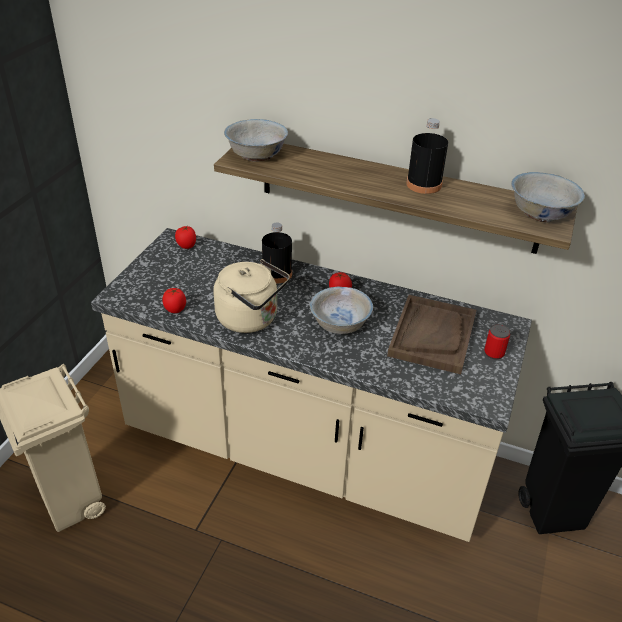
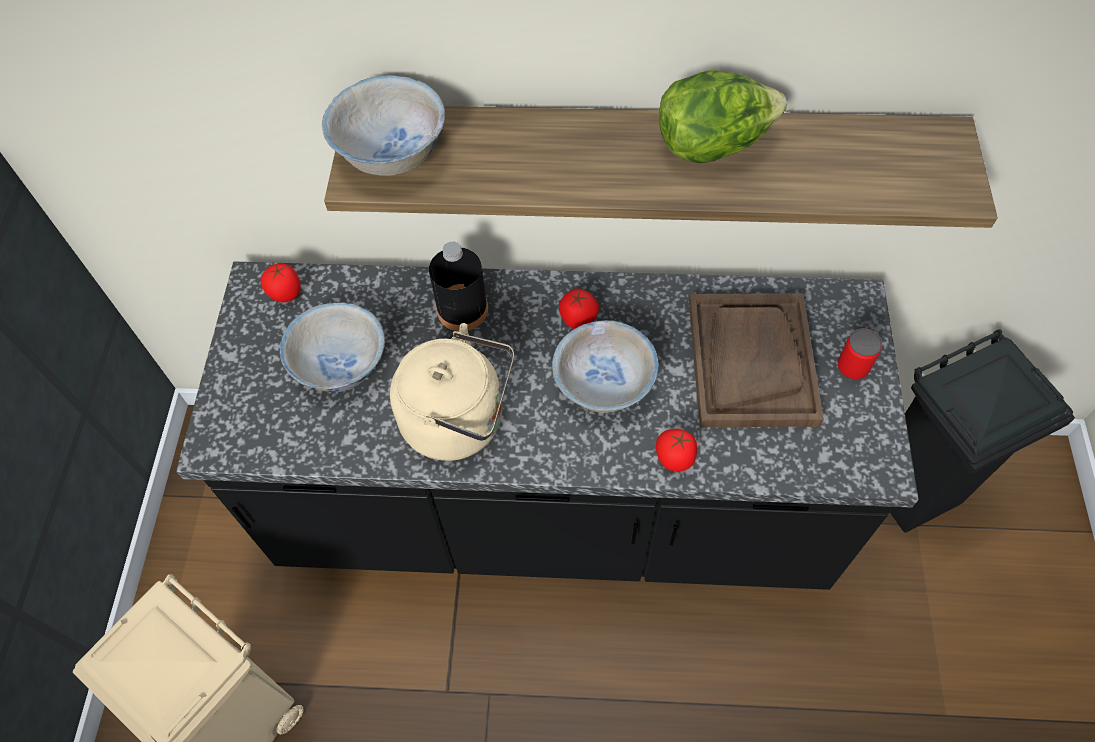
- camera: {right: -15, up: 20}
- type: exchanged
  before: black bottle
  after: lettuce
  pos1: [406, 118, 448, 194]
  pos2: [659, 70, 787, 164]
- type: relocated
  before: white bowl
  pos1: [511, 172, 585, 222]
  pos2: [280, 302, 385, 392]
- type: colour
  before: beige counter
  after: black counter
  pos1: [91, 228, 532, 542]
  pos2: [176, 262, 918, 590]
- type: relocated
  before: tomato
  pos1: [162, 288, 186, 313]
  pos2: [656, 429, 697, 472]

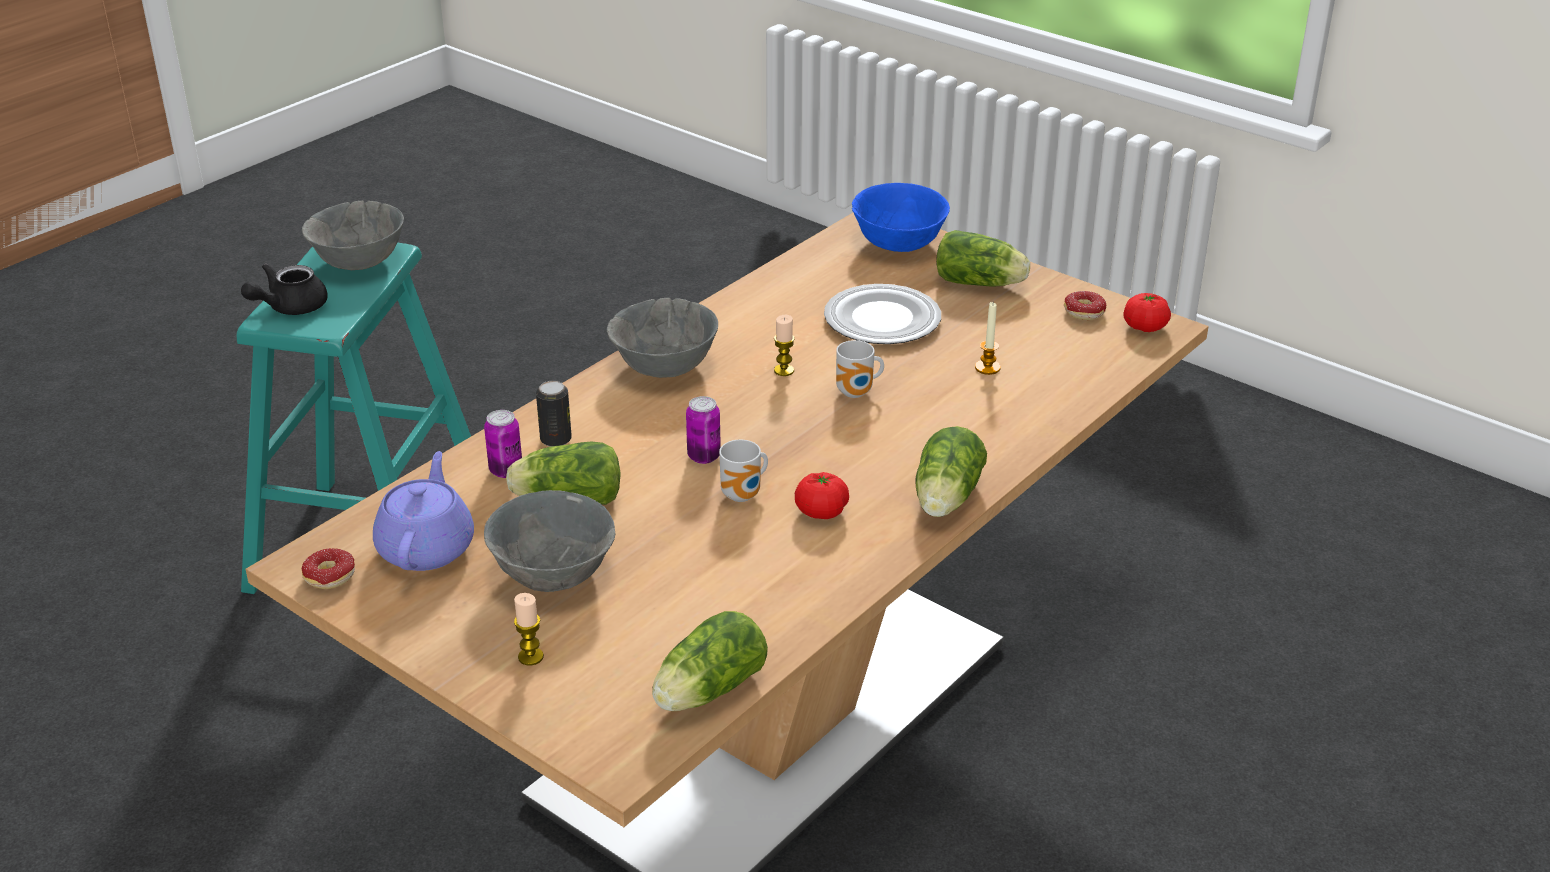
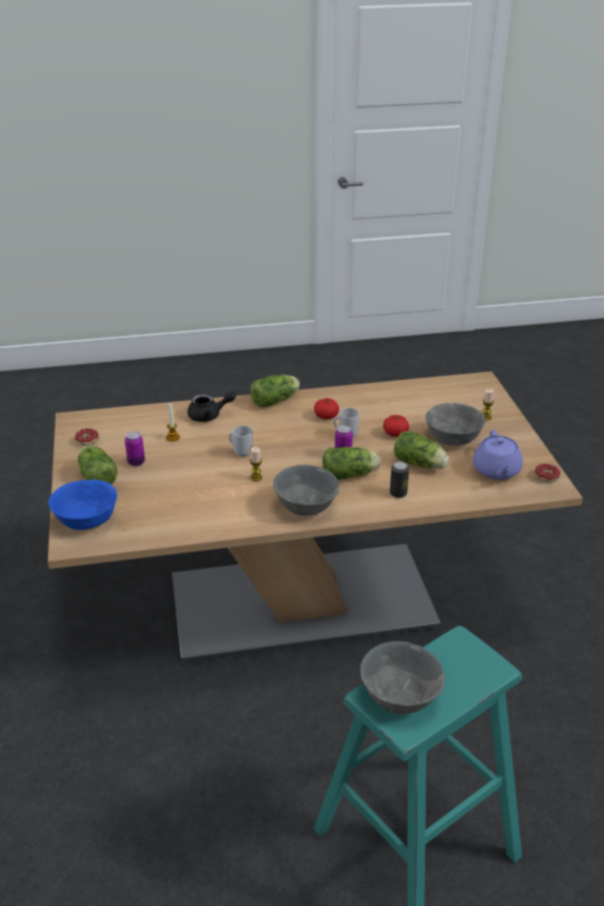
- camera: {right: -140, up: 0}
- type: relocated
  before: black teapot
  pos1: [241, 263, 328, 315]
  pos2: [187, 391, 236, 422]
- type: missing
  before: plate
  pos1: [824, 284, 941, 344]
- type: relocated
  before: tomato
  pos1: [1123, 293, 1171, 332]
  pos2: [383, 415, 409, 437]
- type: relocated
  before: can
  pos1: [484, 410, 522, 478]
  pos2: [125, 431, 145, 466]
- type: spun
  before: purple teapot
  pos1: [373, 451, 474, 571]
  pos2: [473, 430, 523, 480]
  turn: -45
- type: relocated
  before: lettuce
  pos1: [652, 611, 768, 711]
  pos2: [322, 447, 381, 480]

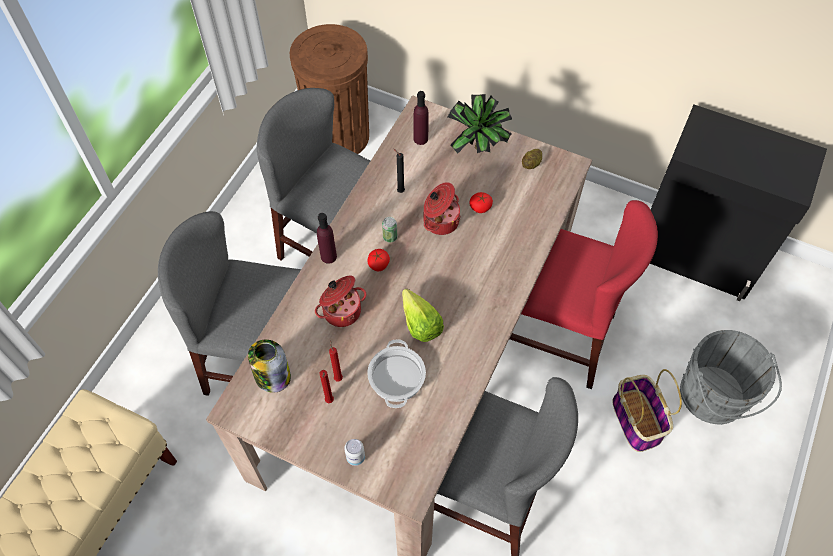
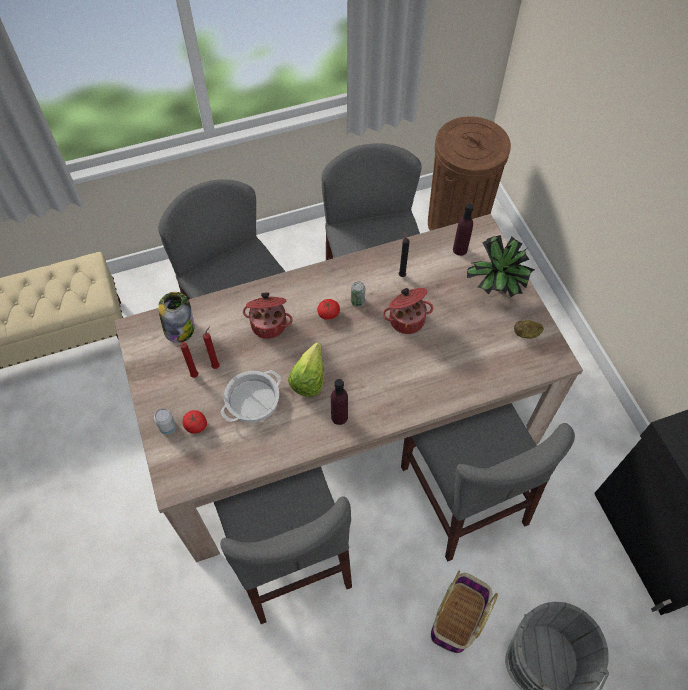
- camera: {right: 45, up: 0}
- type: relocated
  before: tomato
  pos1: [470, 192, 493, 213]
  pos2: [183, 410, 207, 434]
- type: colour
  before: red chair
  after: grey chair
  pos1: [509, 200, 658, 389]
  pos2: [401, 403, 575, 561]
- type: relocated
  before: purple bottle
  pos1: [317, 213, 337, 264]
  pos2: [331, 379, 348, 425]

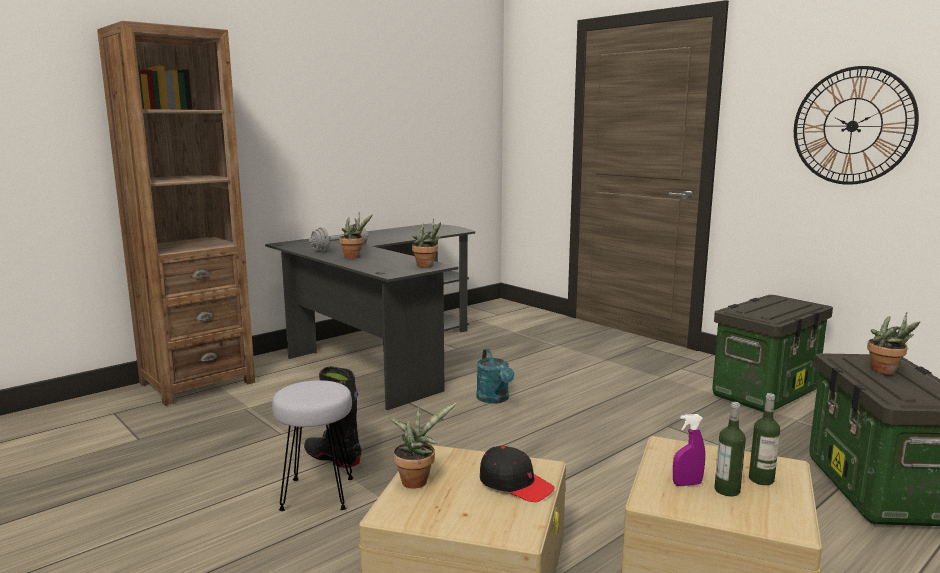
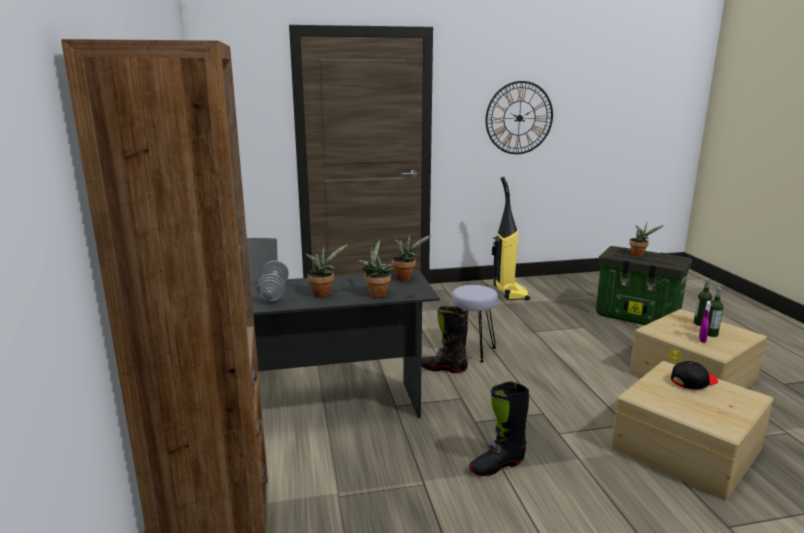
- camera: {right: -60, up: 5}
- type: exchanged
  before: storage box
  after: vacuum cleaner
  pos1: [712, 295, 833, 412]
  pos2: [492, 177, 530, 301]
- type: exchanged
  before: turquoise watering can
  after: black boot
  pos1: [476, 349, 514, 404]
  pos2: [421, 306, 468, 373]
- type: relocated
  before: grey stool
  pos1: [272, 380, 354, 511]
  pos2: [452, 285, 498, 363]
- type: relocated
  before: potted plant
  pos1: [389, 403, 457, 489]
  pos2: [358, 240, 393, 298]

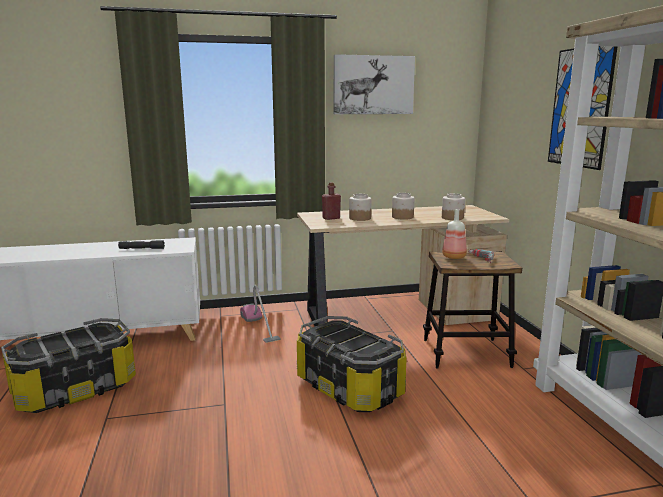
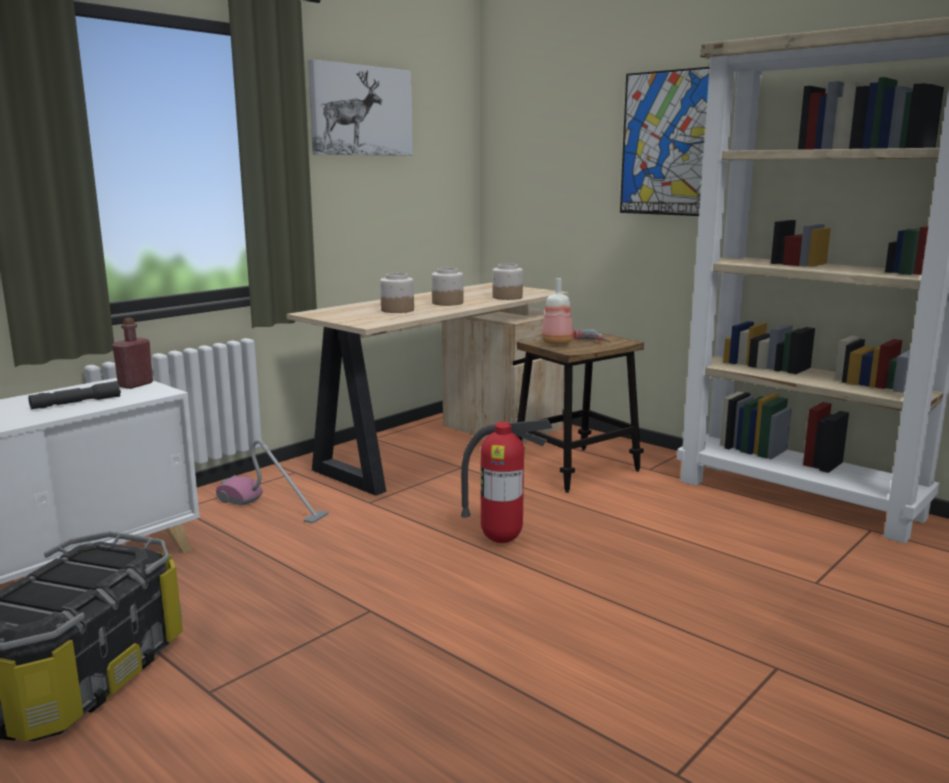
- camera: {right: -35, up: 0}
- type: relocated
  before: red bottle
  pos1: [322, 182, 341, 220]
  pos2: [112, 318, 153, 389]
- type: exchanged
  before: storage box
  after: fire extinguisher
  pos1: [297, 316, 407, 412]
  pos2: [461, 419, 552, 543]

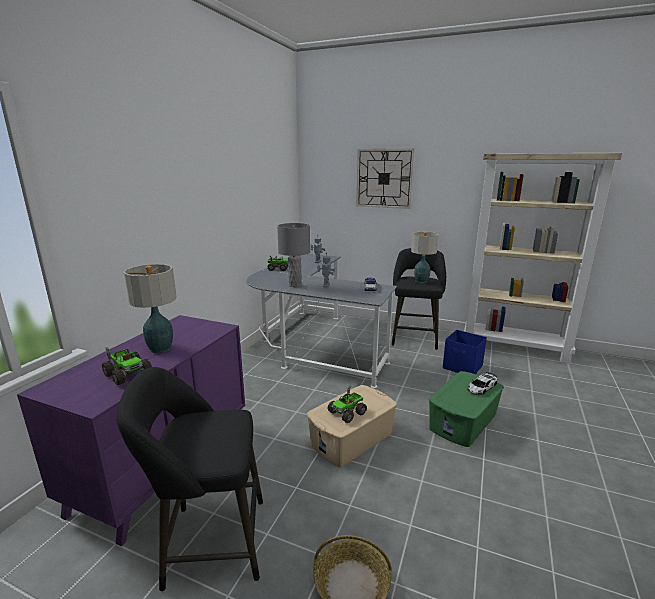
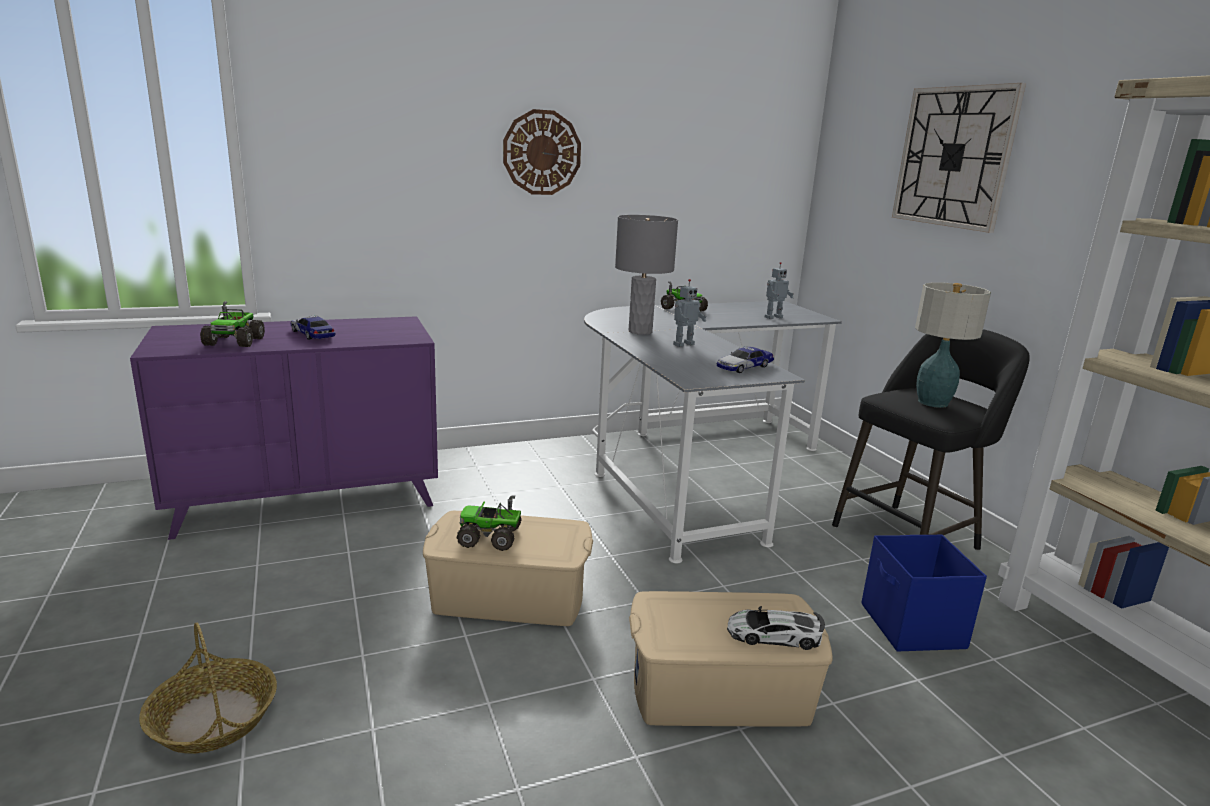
- camera: {right: 45, up: 0}
- type: exchanged
  before: table lamp
  after: toy car
  pos1: [124, 264, 177, 353]
  pos2: [290, 316, 336, 340]
- type: missing
  before: black stool
  pos1: [117, 367, 263, 591]
- type: colour
  before: green storage box
  after: beige storage box
  pos1: [429, 371, 504, 447]
  pos2: [629, 591, 833, 727]
- type: appeared
  after: wall clock
  pos2: [503, 109, 581, 195]

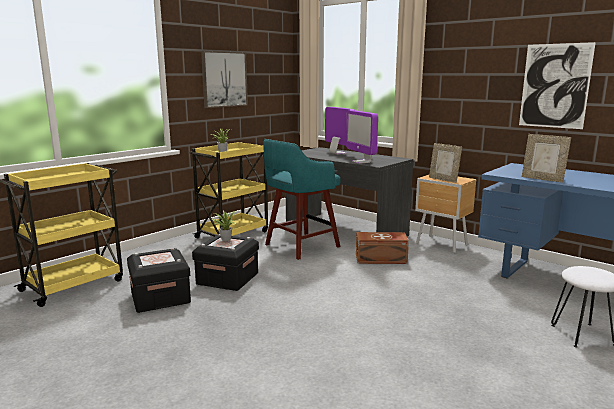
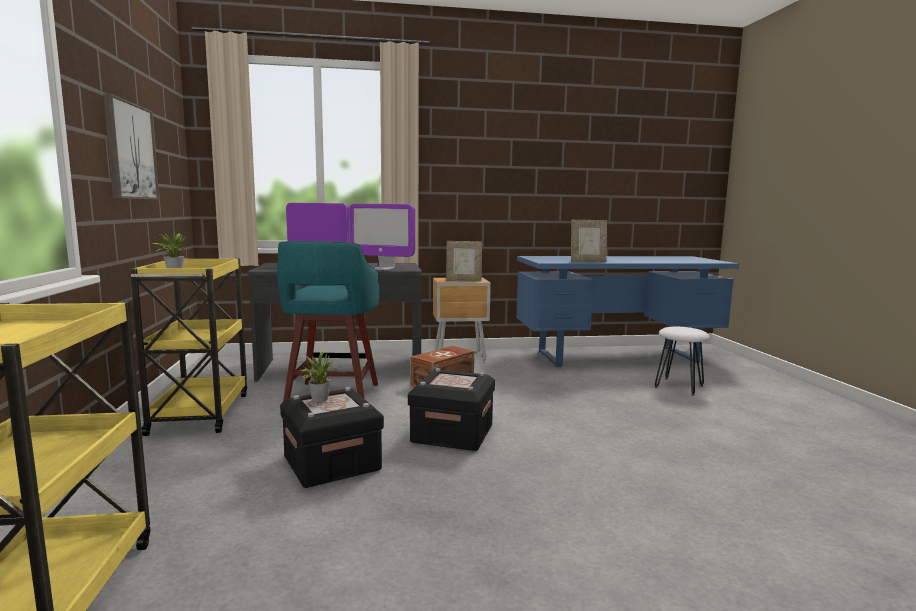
- camera: {right: -50, up: -5}
- type: missing
  before: picture
  pos1: [519, 42, 596, 129]
- type: relocated
  before: black storage box
  pos1: [127, 248, 191, 313]
  pos2: [408, 368, 495, 451]

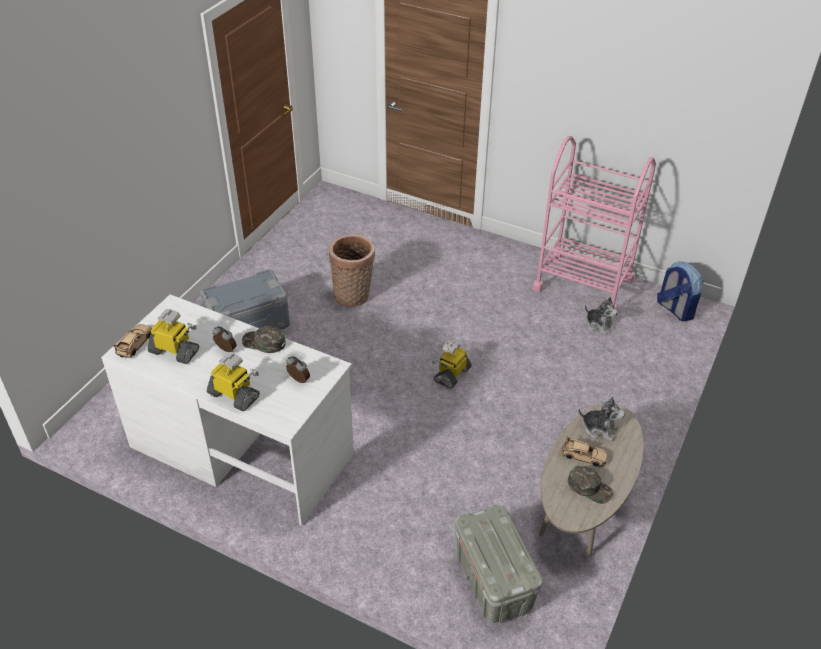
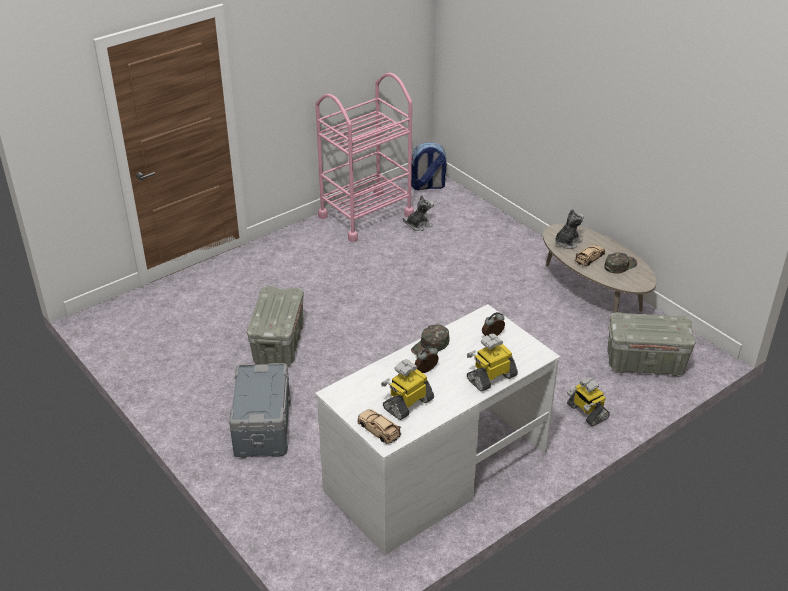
- camera: {right: -65, up: -5}
- type: exchanged
  before: basket
  after: grey storage box
  pos1: [329, 234, 375, 308]
  pos2: [247, 286, 304, 366]
- type: relocated
  before: toy robot
  pos1: [432, 340, 472, 389]
  pos2: [567, 377, 610, 426]

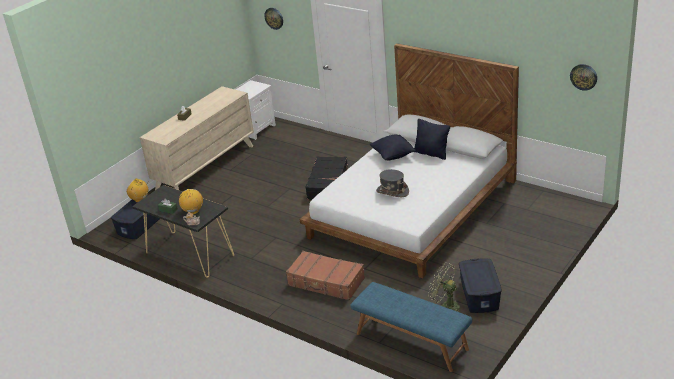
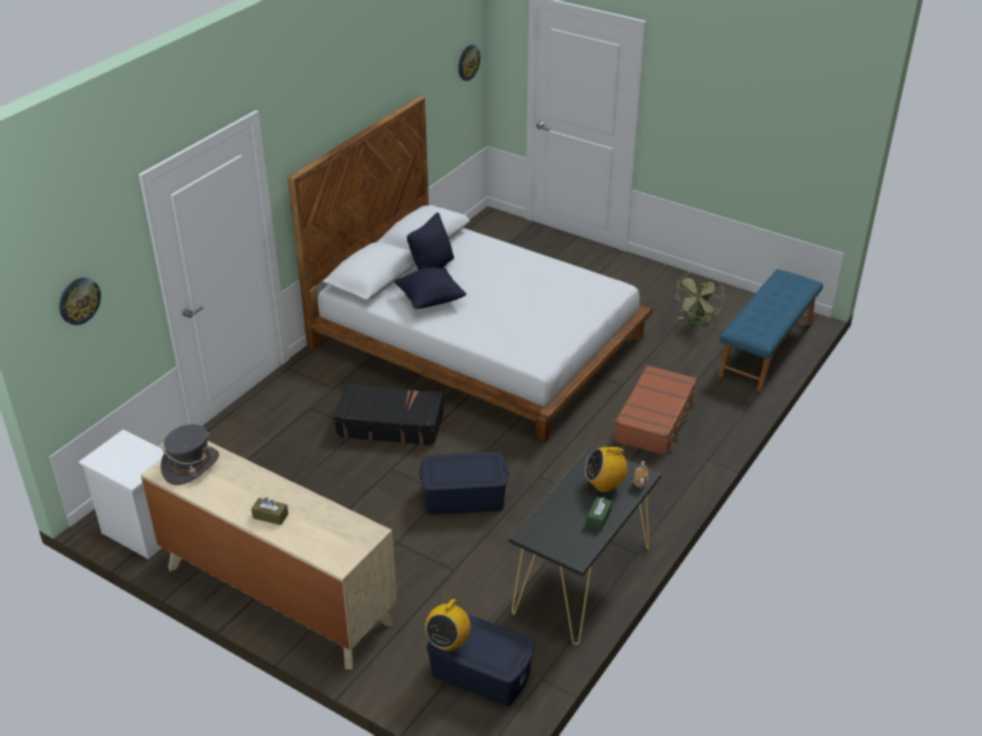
- camera: {right: -95, up: 5}
- type: relocated
  before: grey hat
  pos1: [376, 169, 409, 197]
  pos2: [161, 424, 219, 485]
- type: relocated
  before: blue storage box
  pos1: [459, 258, 502, 313]
  pos2: [419, 452, 509, 515]

